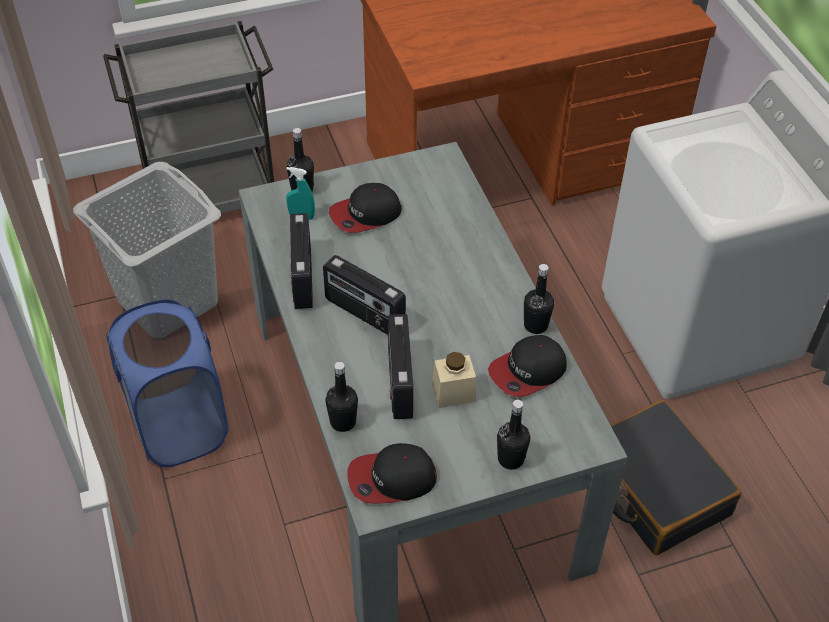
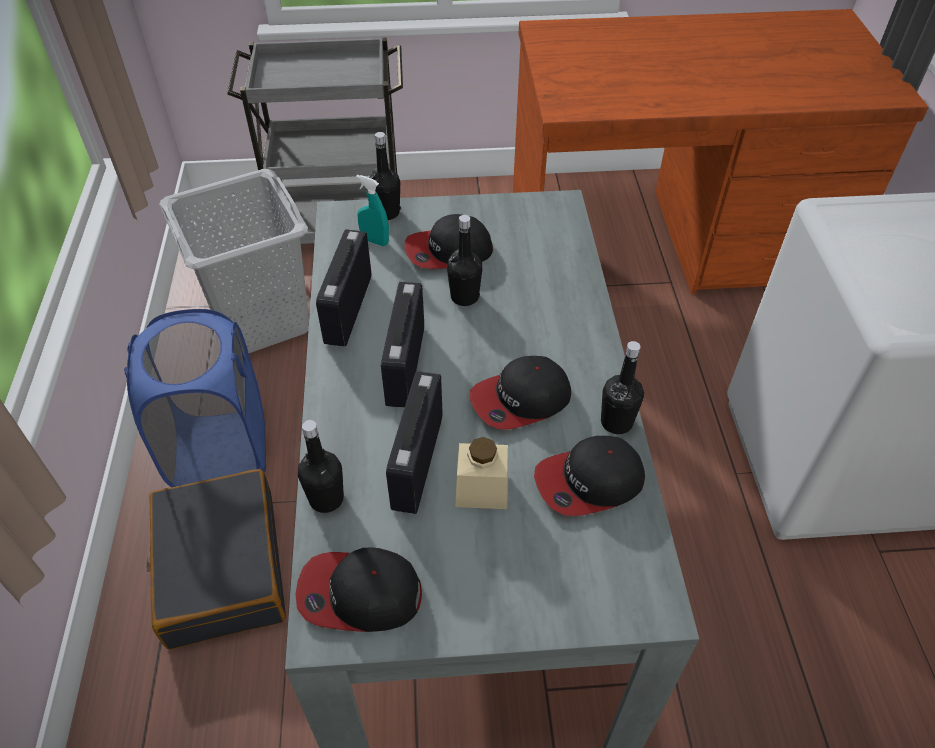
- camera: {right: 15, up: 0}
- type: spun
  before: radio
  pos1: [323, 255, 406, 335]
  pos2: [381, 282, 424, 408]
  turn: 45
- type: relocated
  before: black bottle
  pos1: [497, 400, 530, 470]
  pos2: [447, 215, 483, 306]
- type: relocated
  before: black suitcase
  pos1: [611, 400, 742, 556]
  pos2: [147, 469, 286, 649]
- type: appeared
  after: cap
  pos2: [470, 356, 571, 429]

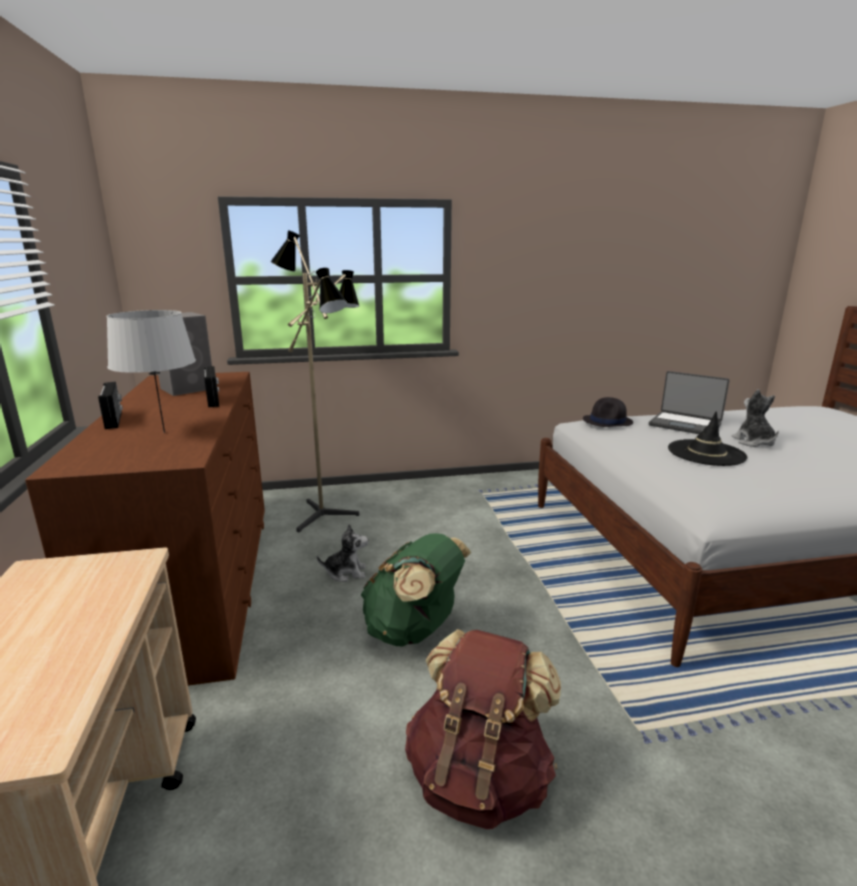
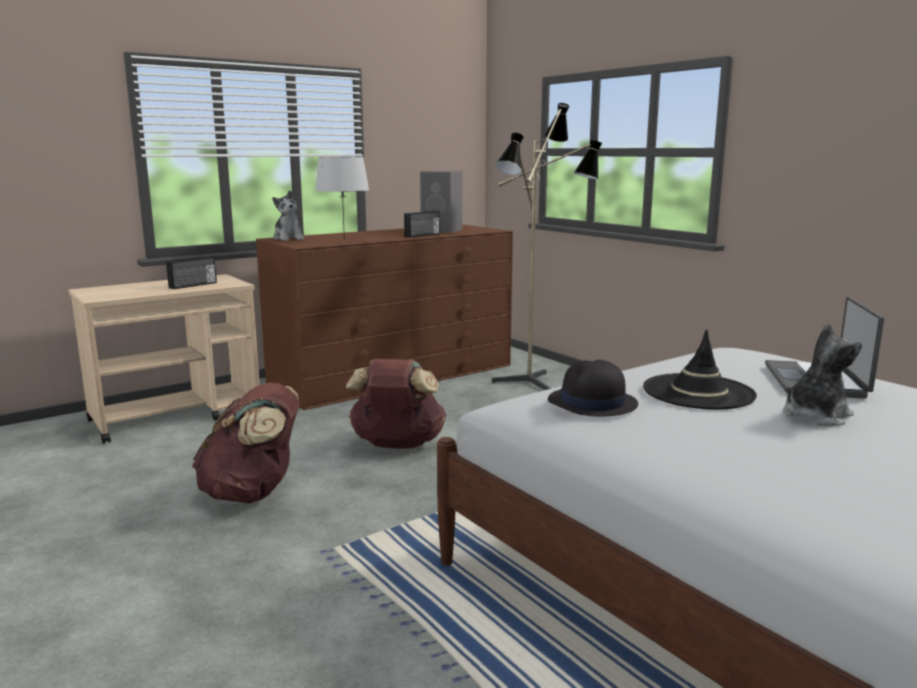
- camera: {right: 65, up: -5}
- type: relocated
  before: radio
  pos1: [98, 382, 123, 429]
  pos2: [166, 256, 217, 289]
- type: relocated
  before: black hat
  pos1: [583, 397, 633, 427]
  pos2: [548, 360, 638, 417]
- type: relocated
  before: plush toy
  pos1: [317, 524, 368, 582]
  pos2: [272, 190, 304, 241]
- type: colour
  before: green backpack
  after: brown backpack
  pos1: [361, 533, 471, 646]
  pos2: [346, 359, 446, 449]

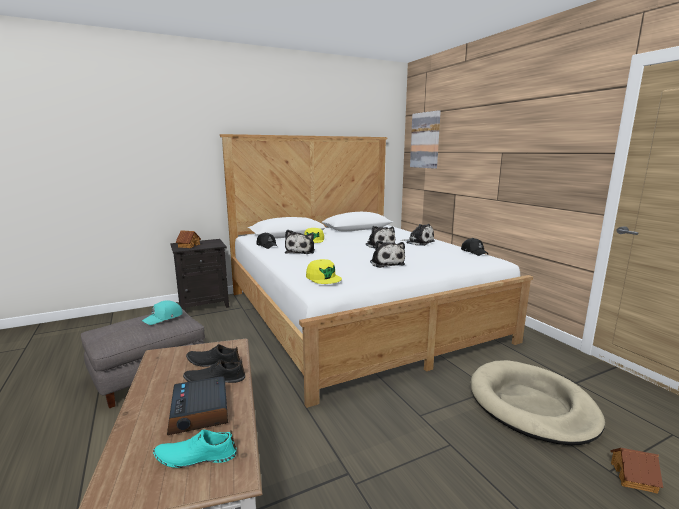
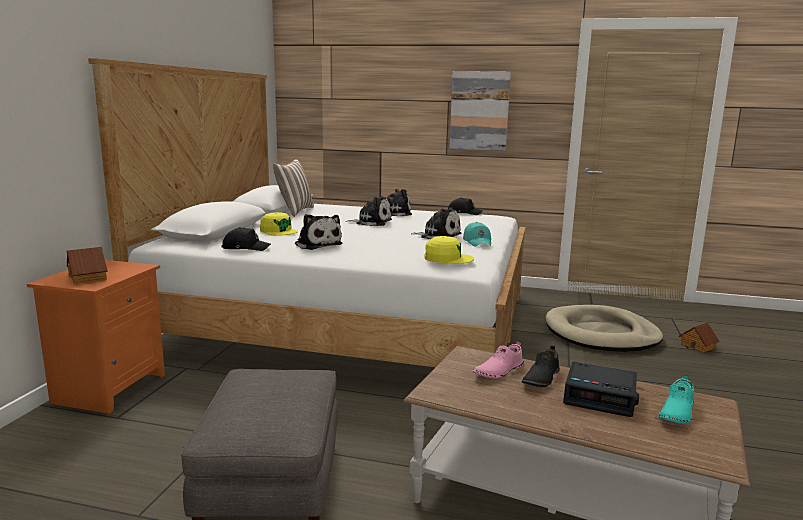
- camera: {right: -50, up: 0}
- type: relocated
  before: picture
  pos1: [410, 110, 441, 169]
  pos2: [449, 71, 511, 151]
- type: colour
  before: black nightstand
  after: orange nightstand
  pos1: [170, 239, 229, 312]
  pos2: [27, 260, 165, 414]
- type: relocated
  before: turquoise cap
  pos1: [142, 300, 183, 325]
  pos2: [463, 222, 491, 247]
- type: colour
  before: black shoe
  after: pink shoe
  pos1: [186, 344, 240, 367]
  pos2: [473, 341, 524, 379]
- type: appeared
  after: pillow
  pos2: [273, 159, 314, 217]

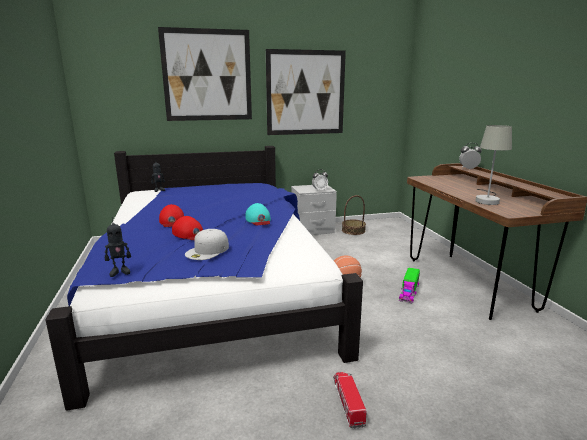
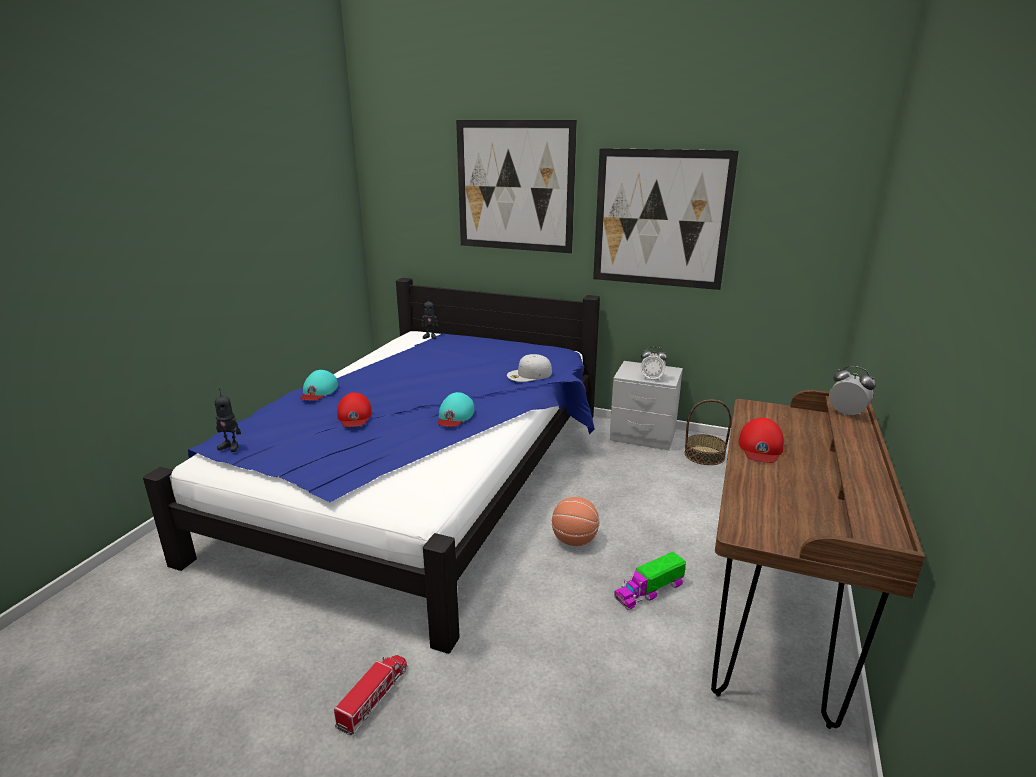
- camera: {right: 35, up: 5}
- type: missing
  before: grey table lamp
  pos1: [476, 125, 512, 205]
- type: relocated
  before: red cap
  pos1: [159, 204, 184, 227]
  pos2: [739, 418, 784, 463]
- type: relocated
  before: white cap
  pos1: [185, 229, 229, 260]
  pos2: [507, 354, 552, 382]
- type: appeared
  after: turquoise cap
  pos2: [300, 370, 338, 400]

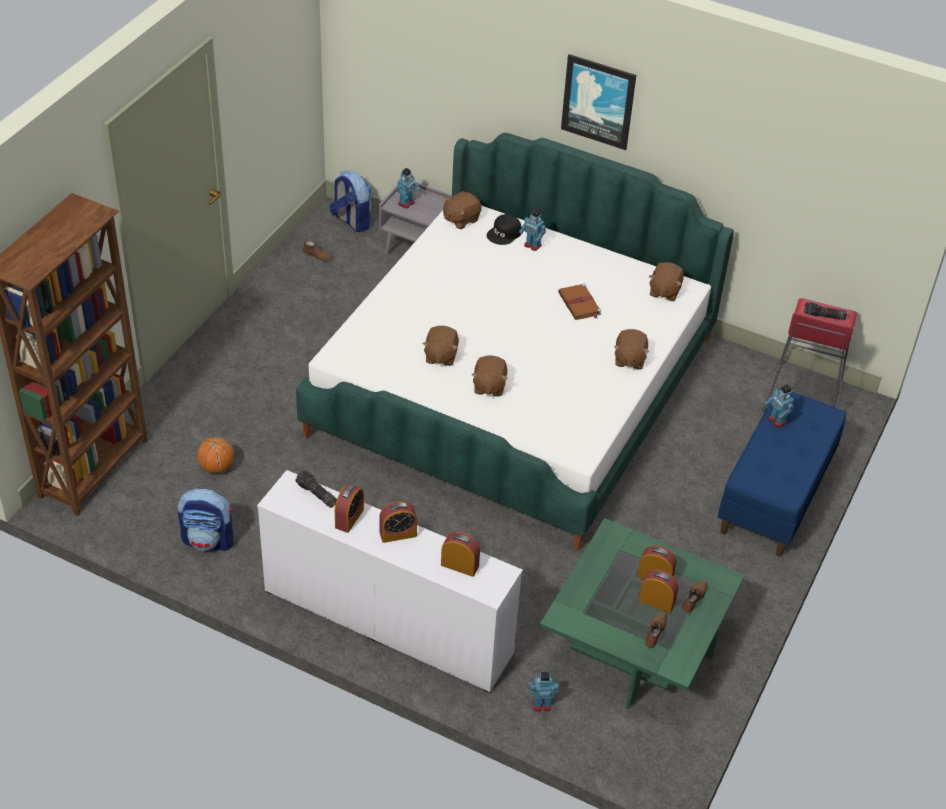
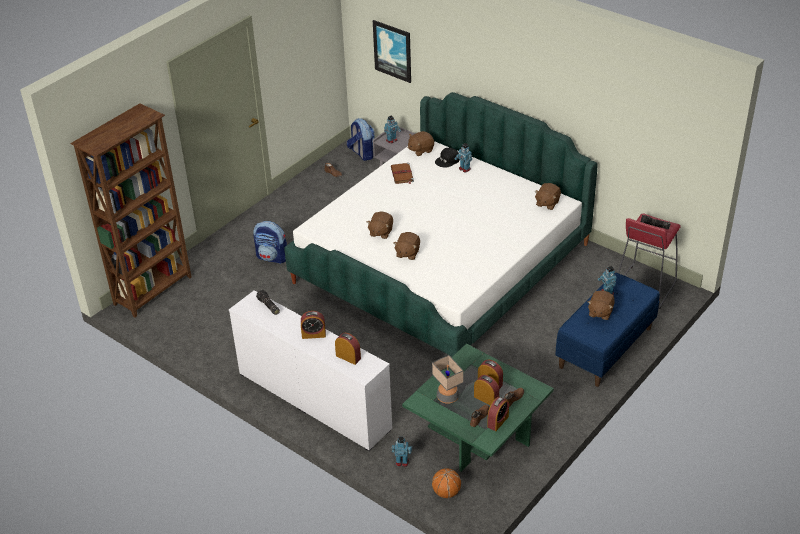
- camera: {right: 15, up: -5}
- type: relocated
  before: picture
  pos1: [561, 54, 636, 150]
  pos2: [373, 20, 411, 83]
- type: relocated
  before: brown book
  pos1: [558, 284, 601, 320]
  pos2: [391, 163, 414, 184]
- type: relocated
  before: brown plush toy
  pos1: [614, 329, 649, 369]
  pos2: [588, 290, 615, 320]
- type: relocated
  before: basketball
  pos1: [197, 437, 234, 473]
  pos2: [432, 468, 461, 498]
- type: relocated
  before: alarm clock
  pos1: [335, 484, 364, 533]
  pos2: [487, 397, 509, 431]
- type: relocated
  before: backpack
  pos1: [178, 488, 233, 551]
  pos2: [254, 221, 287, 264]
- type: appeared
  after: table lamp
  pos2: [432, 355, 463, 403]

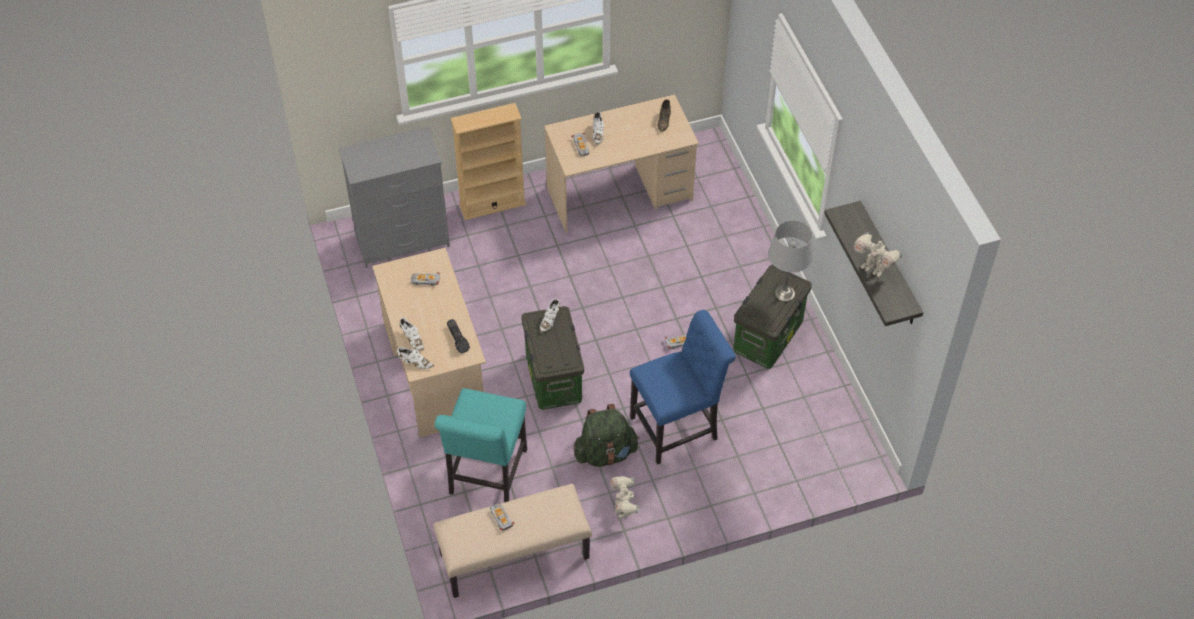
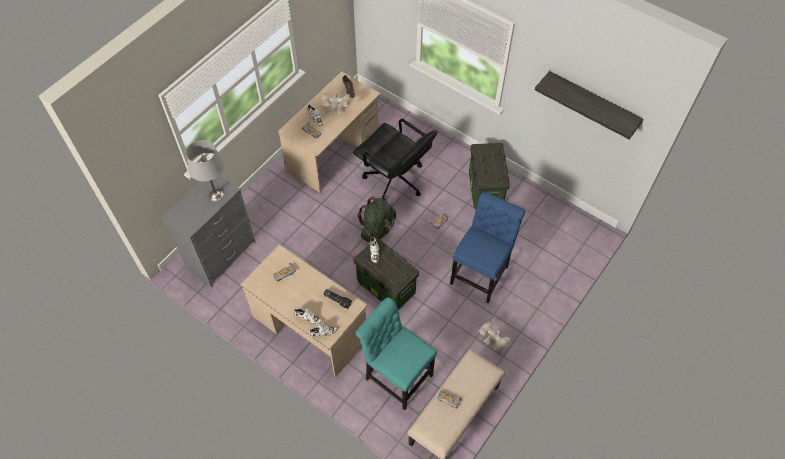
- camera: {right: -35, up: 5}
- type: missing
  before: beige bookcase
  pos1: [450, 103, 526, 220]
- type: relocated
  before: grey table lamp
  pos1: [768, 220, 814, 301]
  pos2: [186, 140, 224, 202]
- type: relocated
  before: toy robot
  pos1: [853, 232, 903, 277]
  pos2: [322, 93, 350, 115]
- type: spun
  before: turquoise chair
  pos1: [435, 388, 527, 502]
  pos2: [355, 297, 437, 410]
  turn: 150
- type: relocated
  before: green backpack
  pos1: [574, 404, 639, 467]
  pos2: [357, 197, 396, 242]
- type: appeared
  after: black office chair
  pos2: [353, 118, 437, 201]

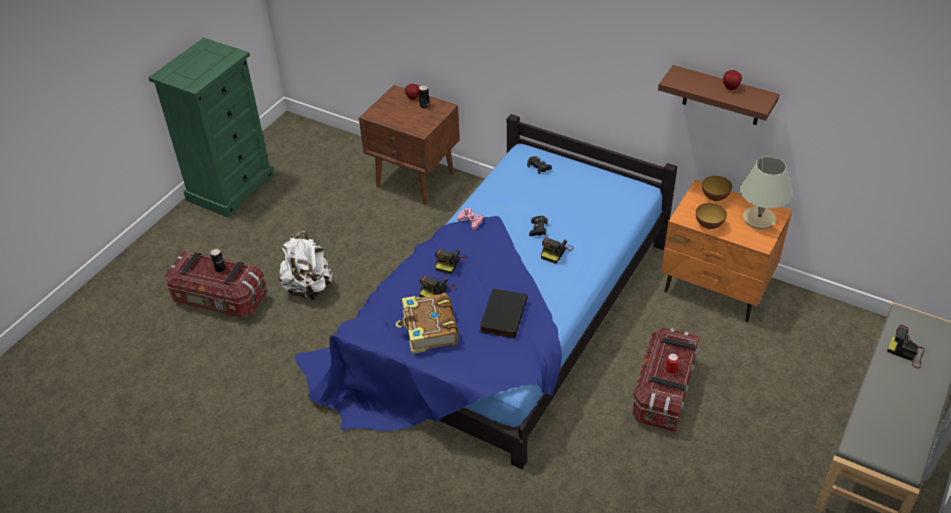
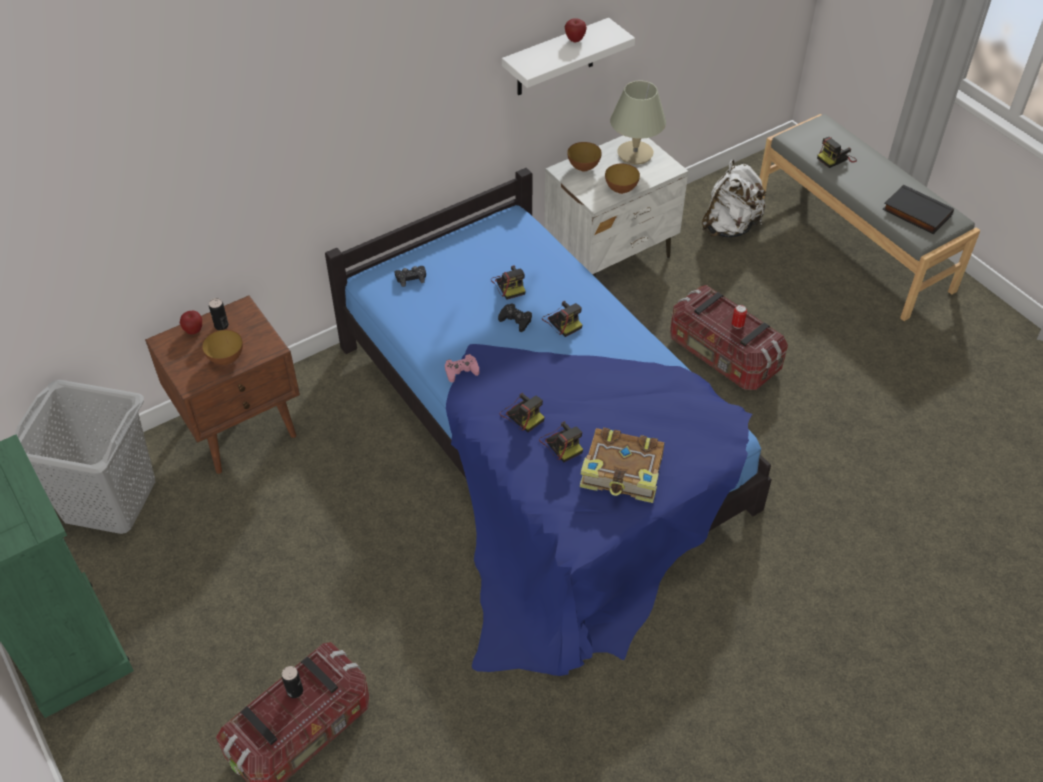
- camera: {right: -65, up: 5}
- type: colour
  before: brown shelf
  after: white shelf
  pos1: [658, 65, 780, 125]
  pos2: [502, 18, 635, 95]
- type: colour
  before: orange nightstand
  after: white nightstand
  pos1: [661, 180, 792, 322]
  pos2: [544, 135, 688, 277]
- type: relocated
  before: white backpack
  pos1: [279, 231, 332, 301]
  pos2: [702, 160, 767, 238]
- type: relocated
  before: black book
  pos1: [479, 288, 528, 339]
  pos2: [882, 185, 954, 234]
- type: appeared
  after: photo camera
  pos2: [491, 265, 525, 300]
- type: appeared
  after: bowl
  pos2: [202, 330, 243, 365]
- type: appeared
  after: grey laundry basket
  pos2: [14, 380, 155, 534]

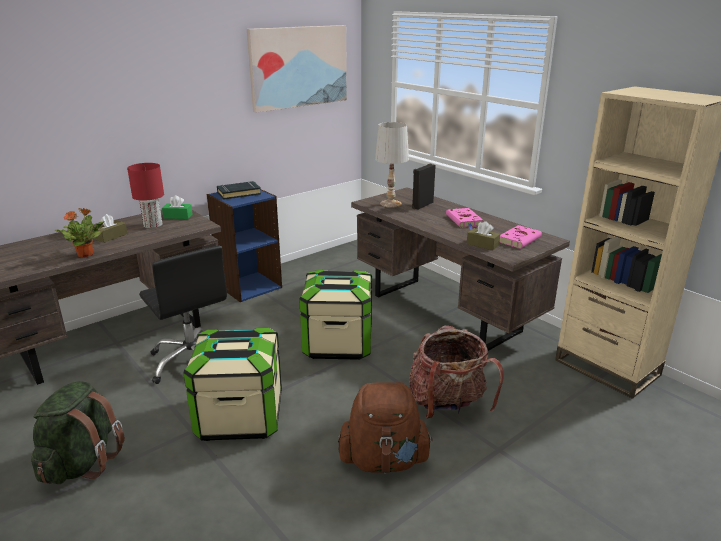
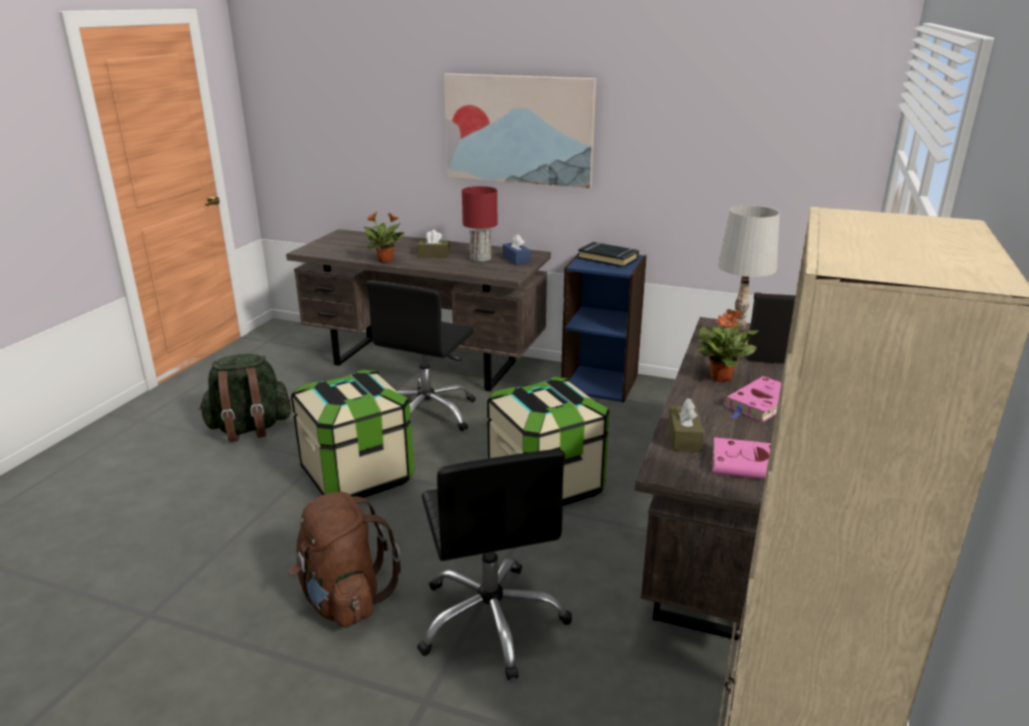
- camera: {right: 60, up: 0}
- type: relocated
  before: picture
  pos1: [247, 25, 347, 113]
  pos2: [444, 73, 596, 188]
- type: colour
  before: green tissue box
  after: blue tissue box
  pos1: [162, 195, 193, 219]
  pos2: [503, 234, 530, 265]
- type: exchanged
  before: backpack
  after: black office chair
  pos1: [409, 325, 504, 419]
  pos2: [417, 449, 572, 680]
- type: appeared
  after: potted plant
  pos2: [697, 309, 759, 382]

